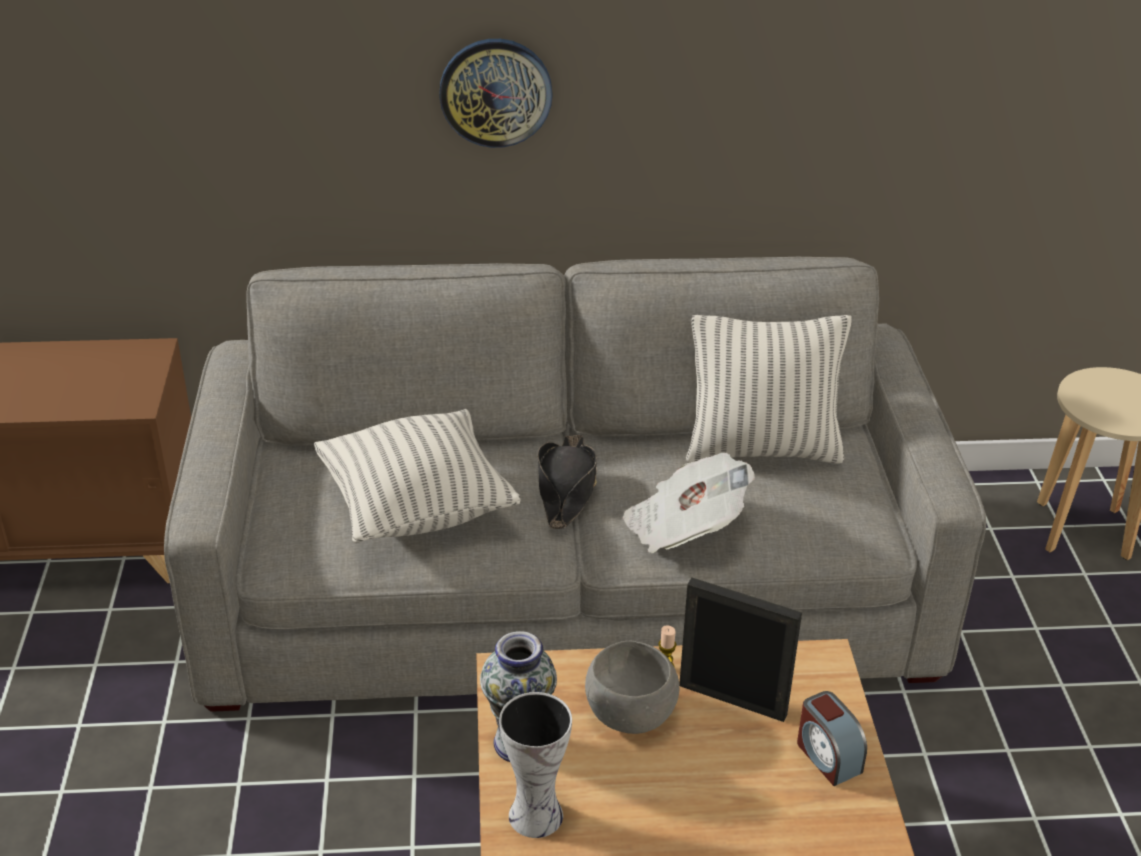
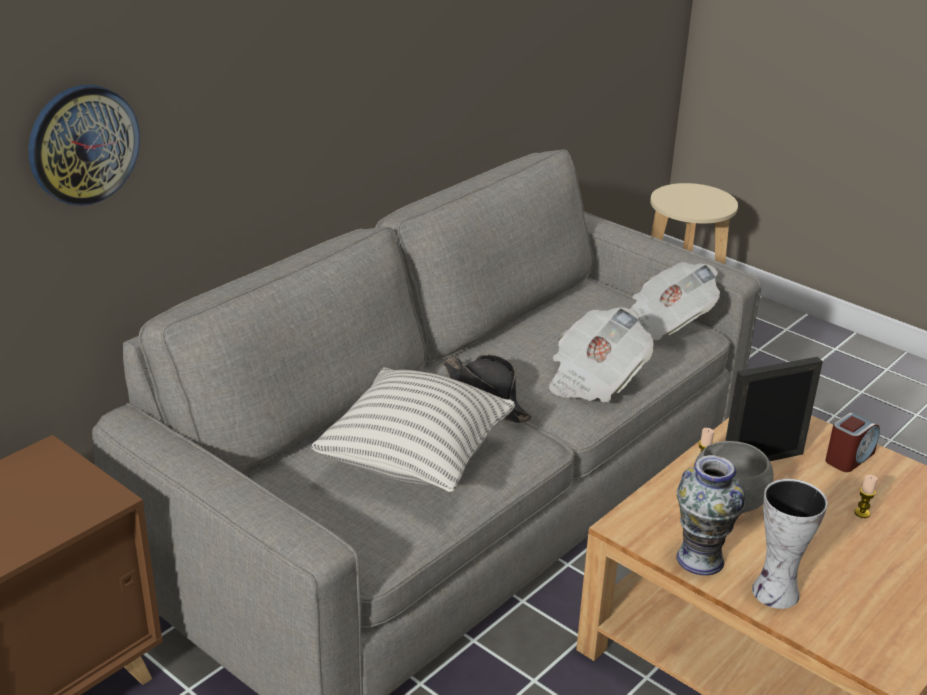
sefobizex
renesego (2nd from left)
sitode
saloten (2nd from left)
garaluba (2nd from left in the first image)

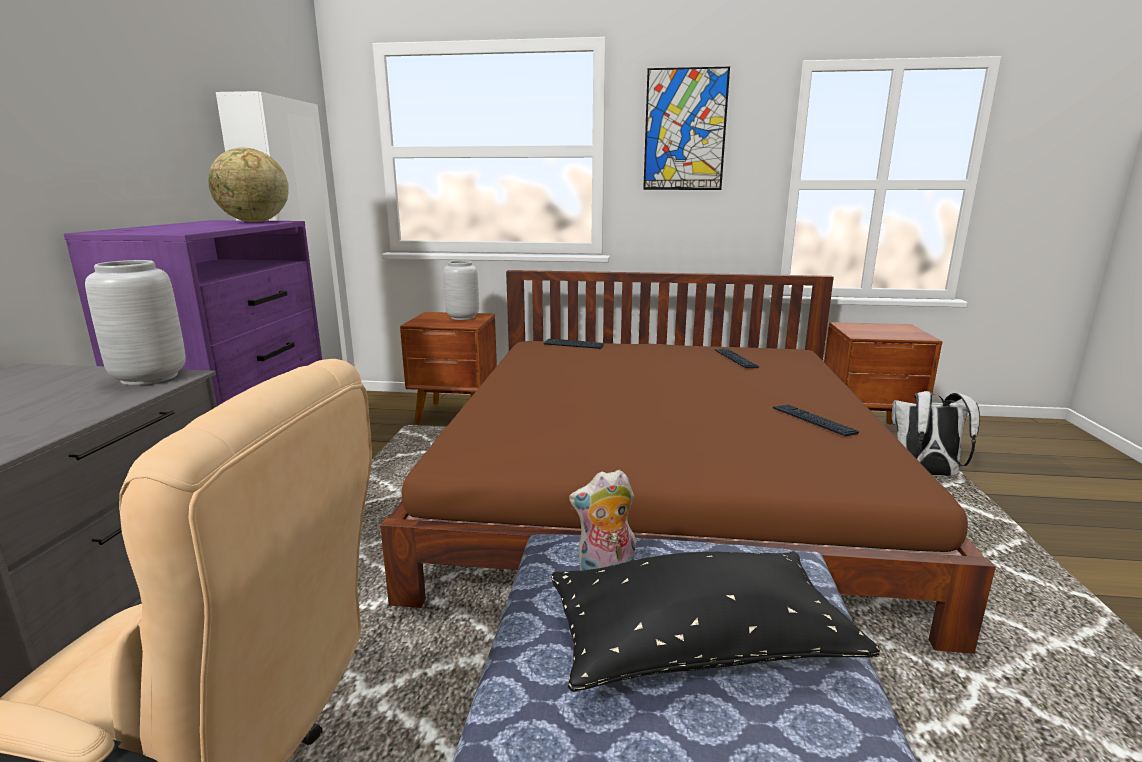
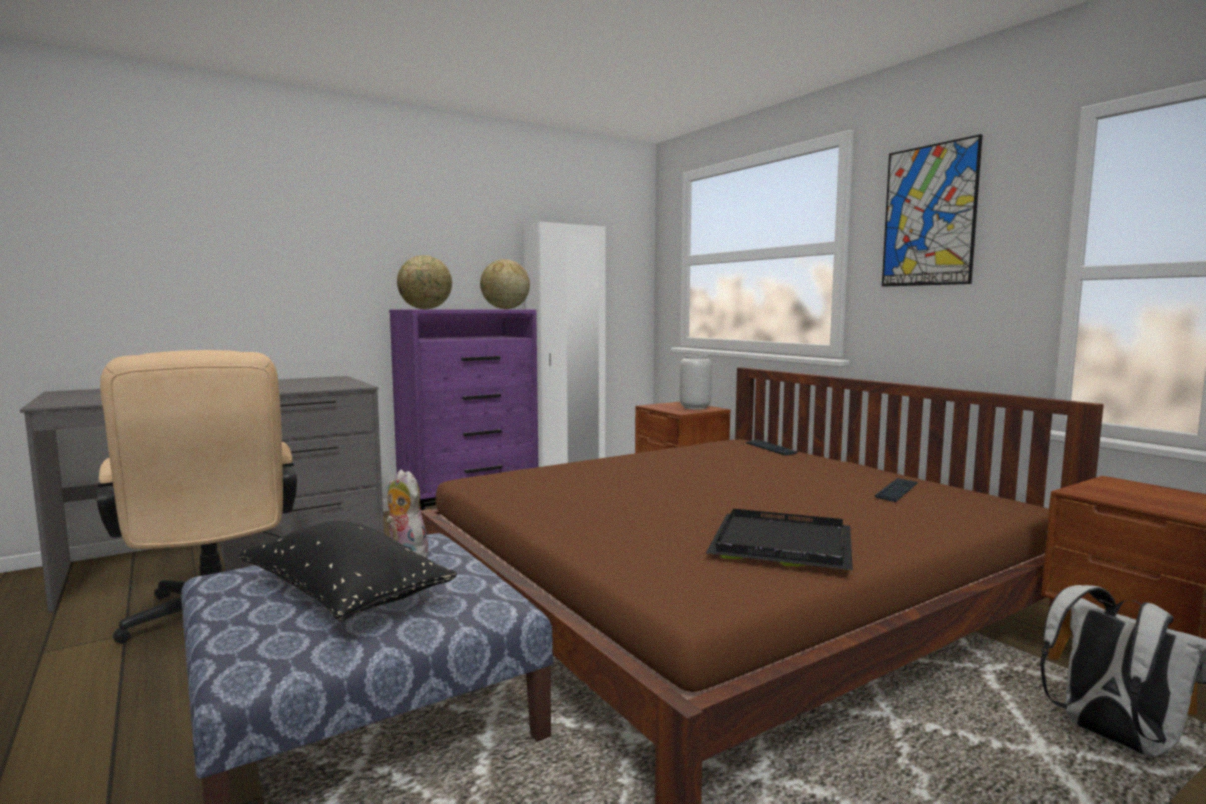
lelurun (1st from left)
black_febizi
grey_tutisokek (1st from left in the first image)

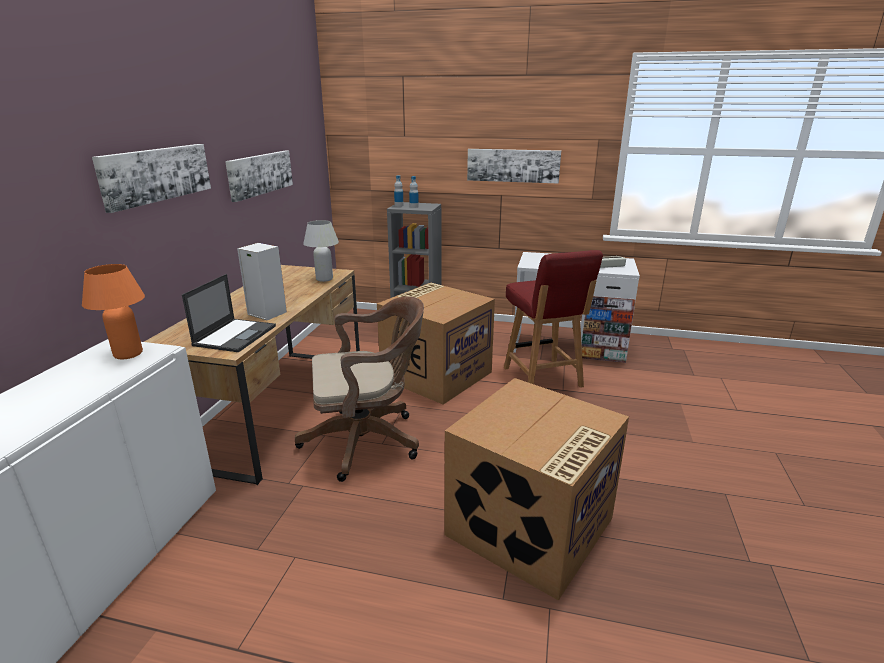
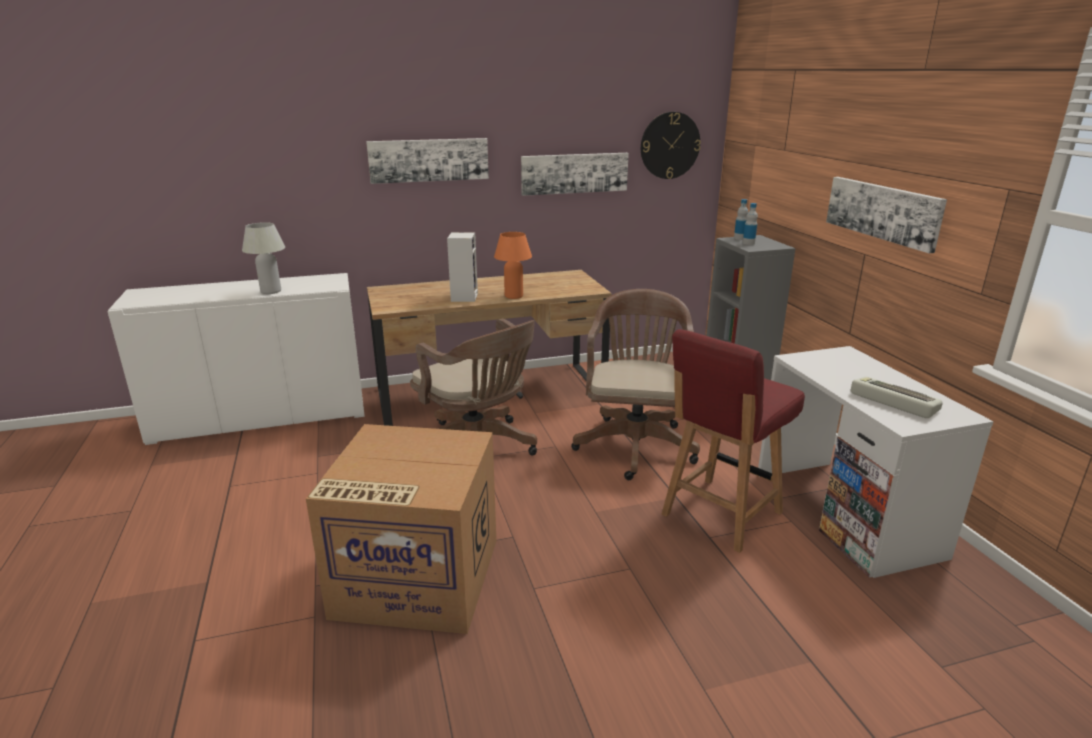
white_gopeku
orange_gopeku
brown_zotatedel (2nd from left)
sefobizex
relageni

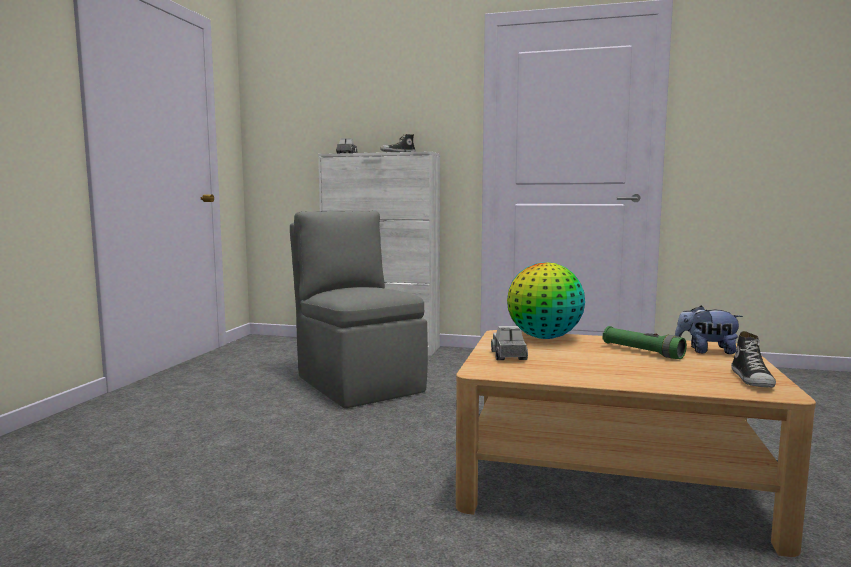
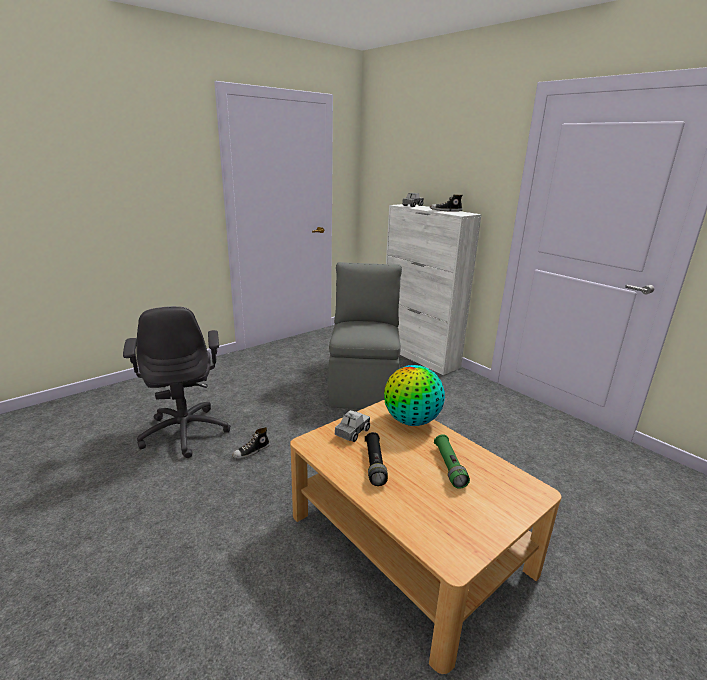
grey_zotatedel
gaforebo (1st from left)
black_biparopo
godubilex

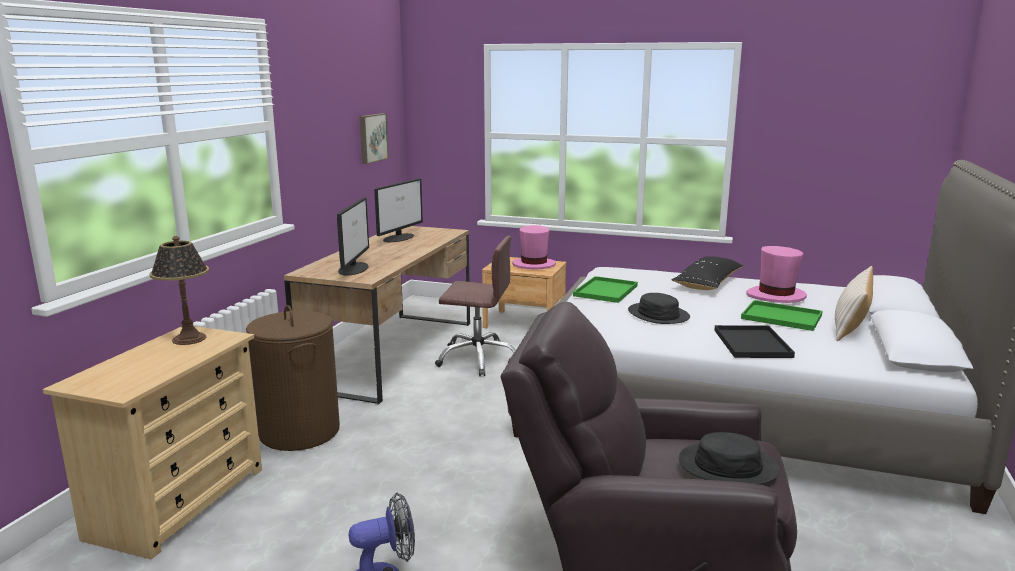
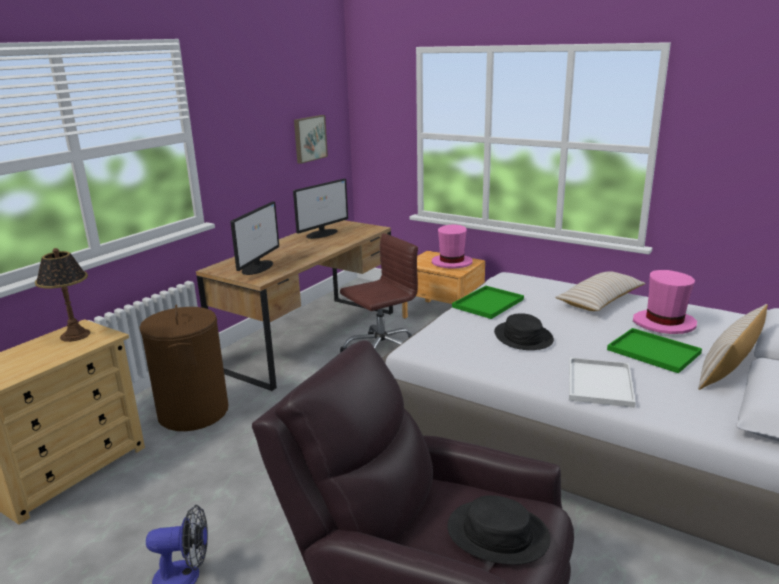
brown_zotatedel
beige_garaluba (1st from left)
white_febizi

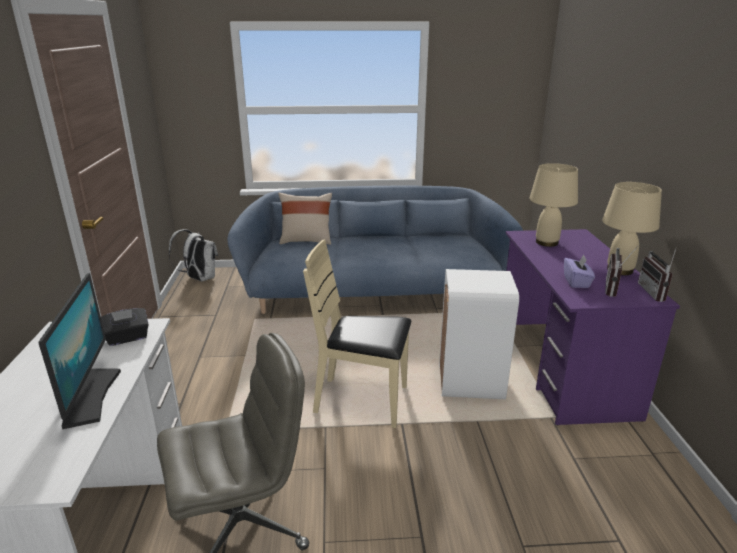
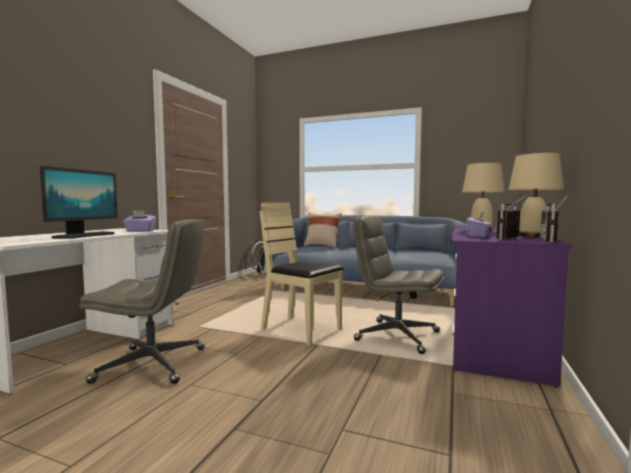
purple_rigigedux (1st from left)
grey_zotatedel (2nd from left)

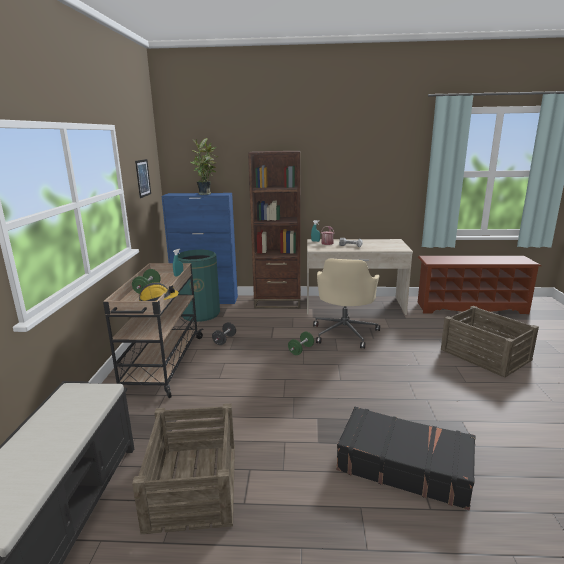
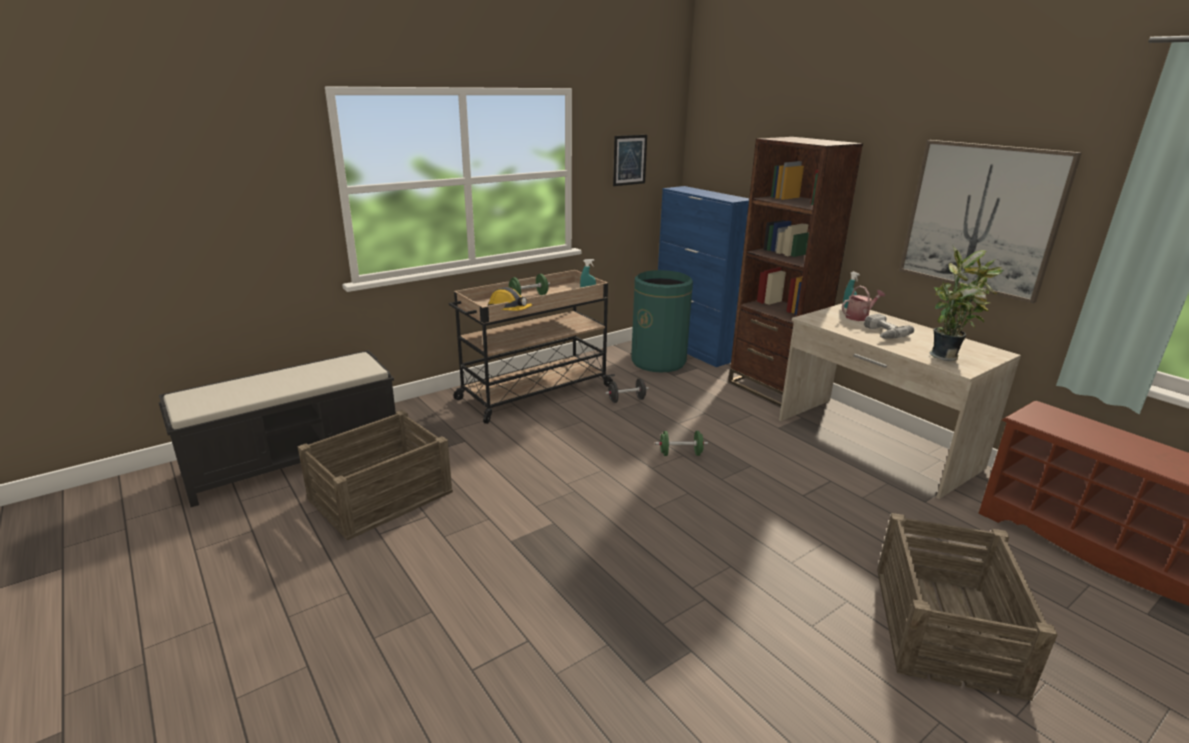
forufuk (2nd from left)
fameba
beige_zotatedel
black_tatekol

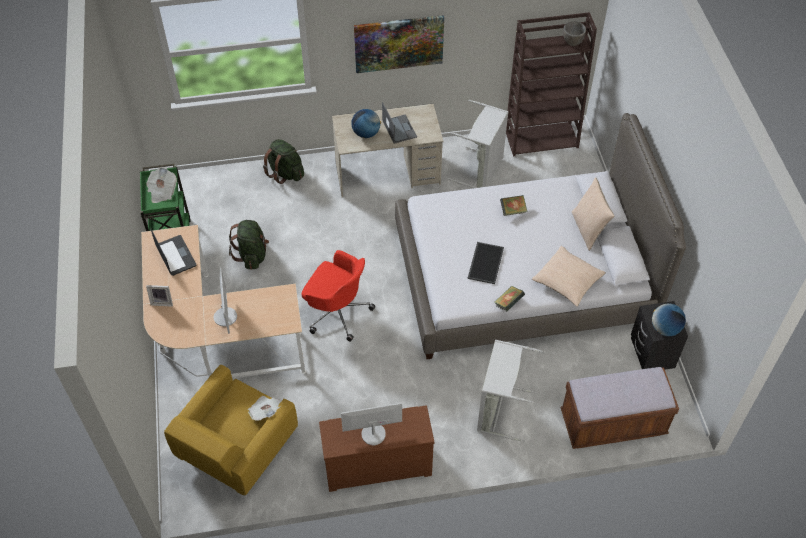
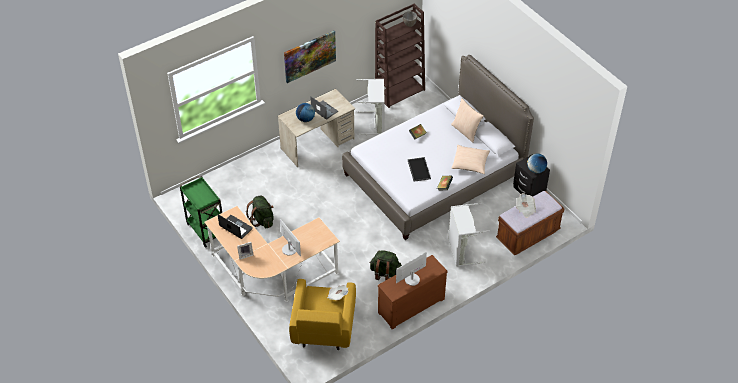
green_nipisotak (2nd from left)
renesego (2nd from left)
red_zotatedel

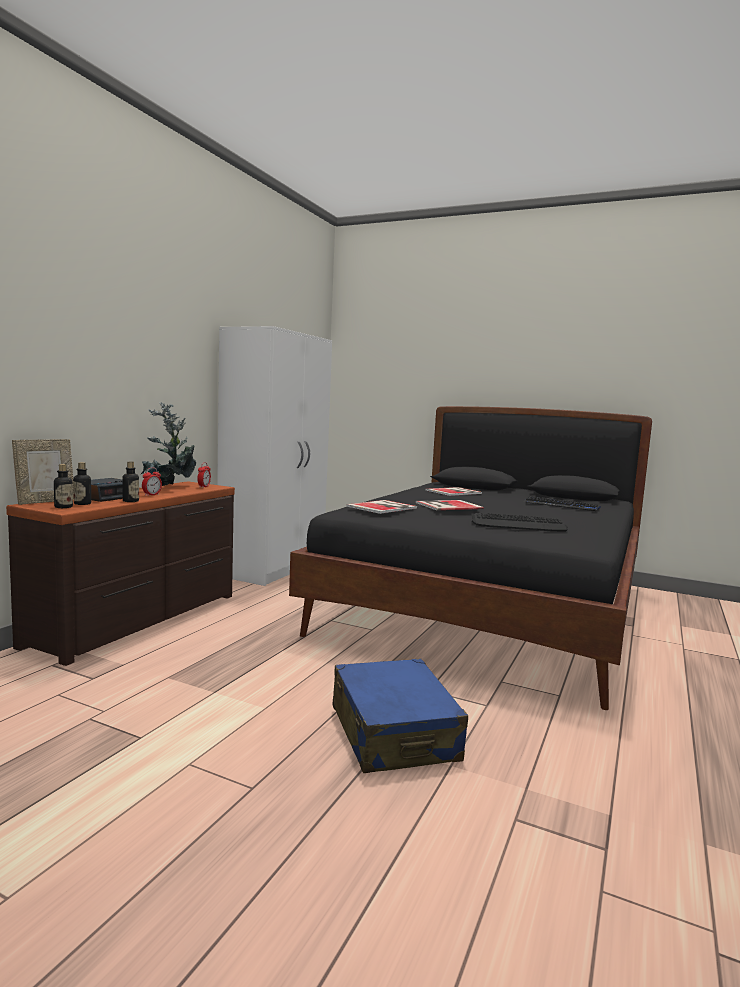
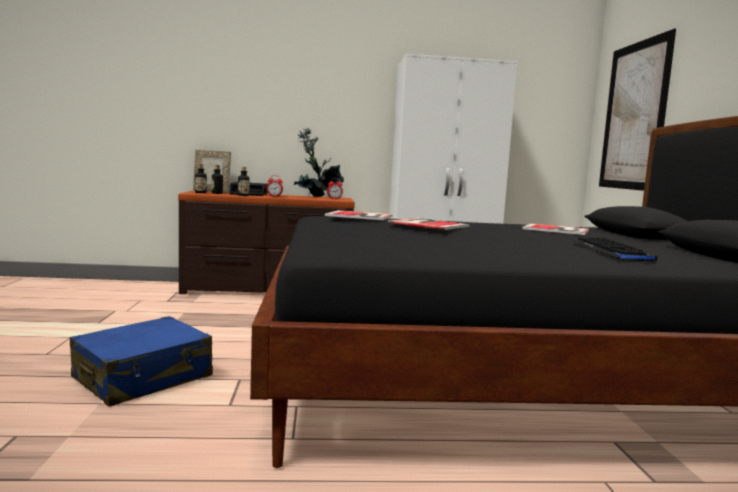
forufuk
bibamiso (1st from left in the first image)

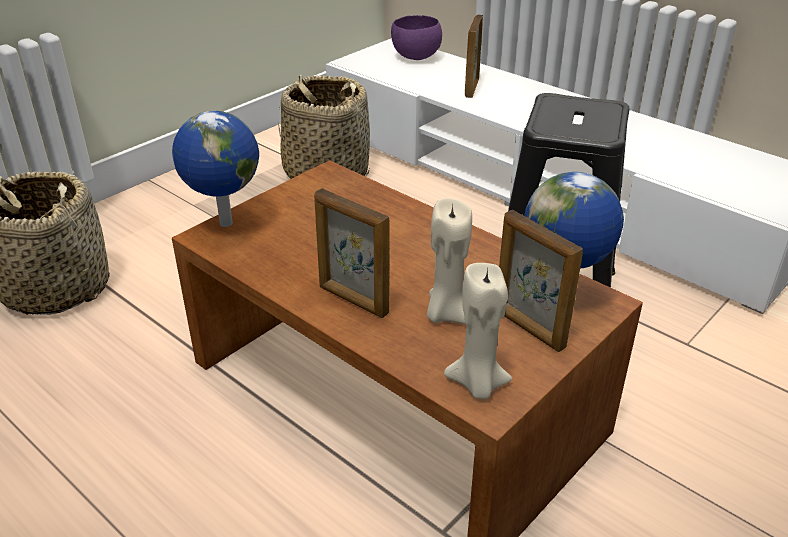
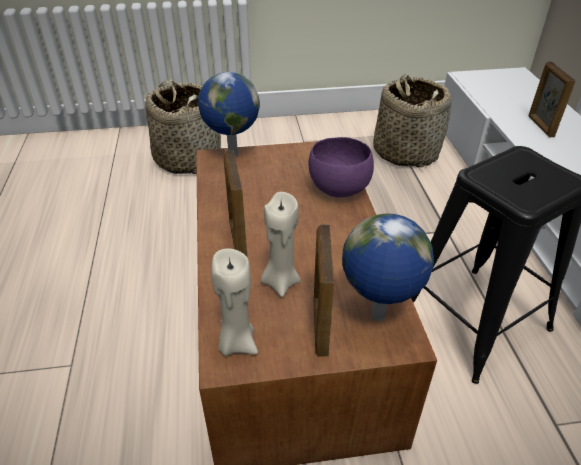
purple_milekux
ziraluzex (3rd from left)

